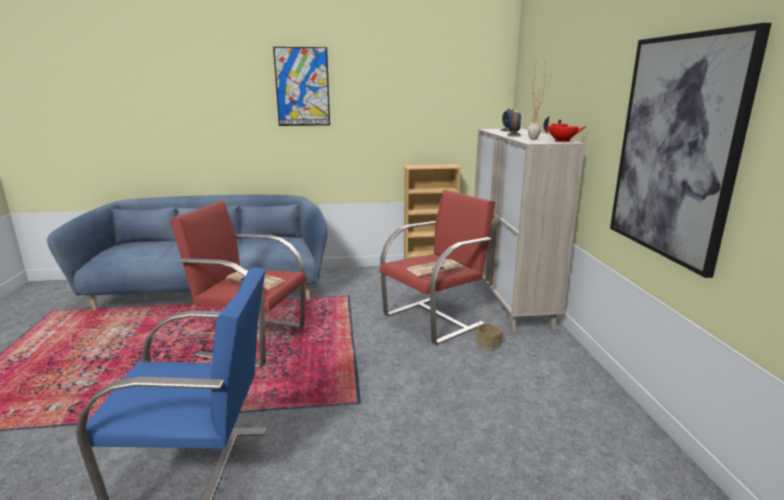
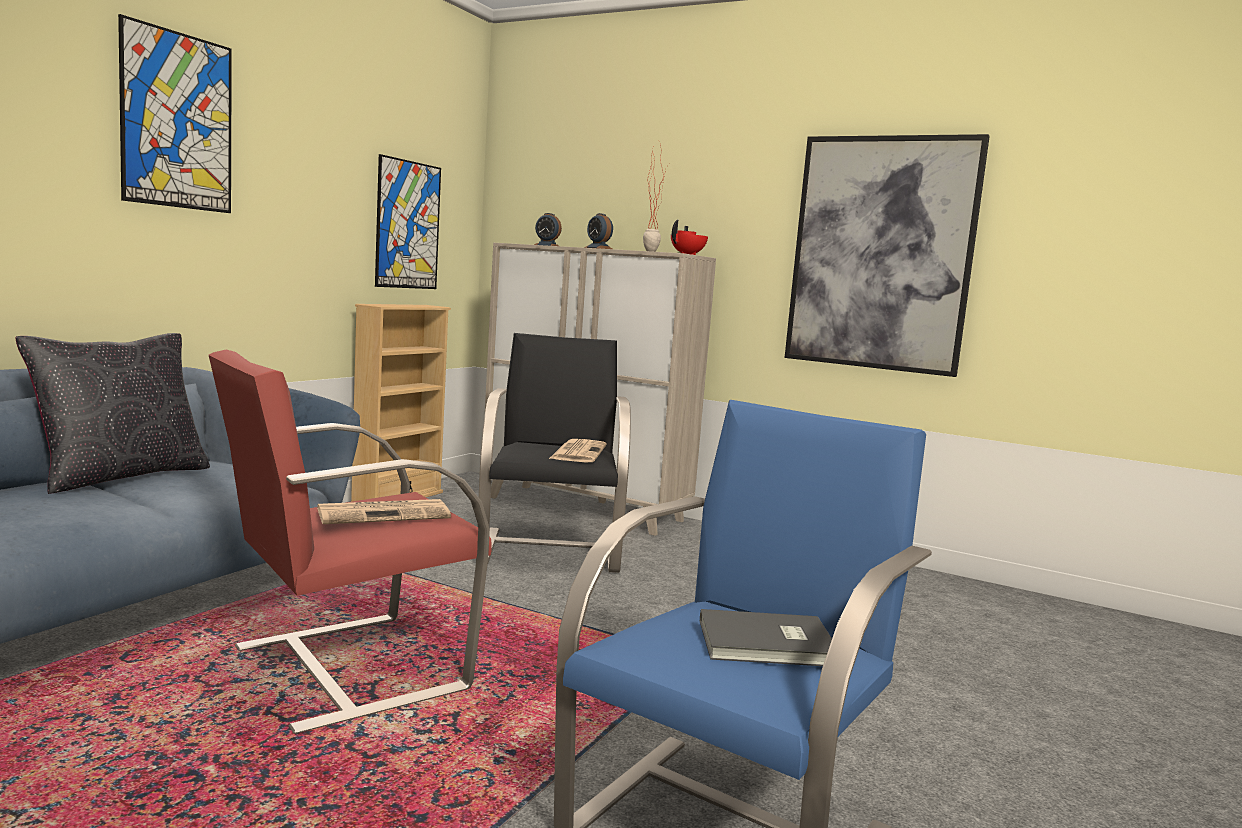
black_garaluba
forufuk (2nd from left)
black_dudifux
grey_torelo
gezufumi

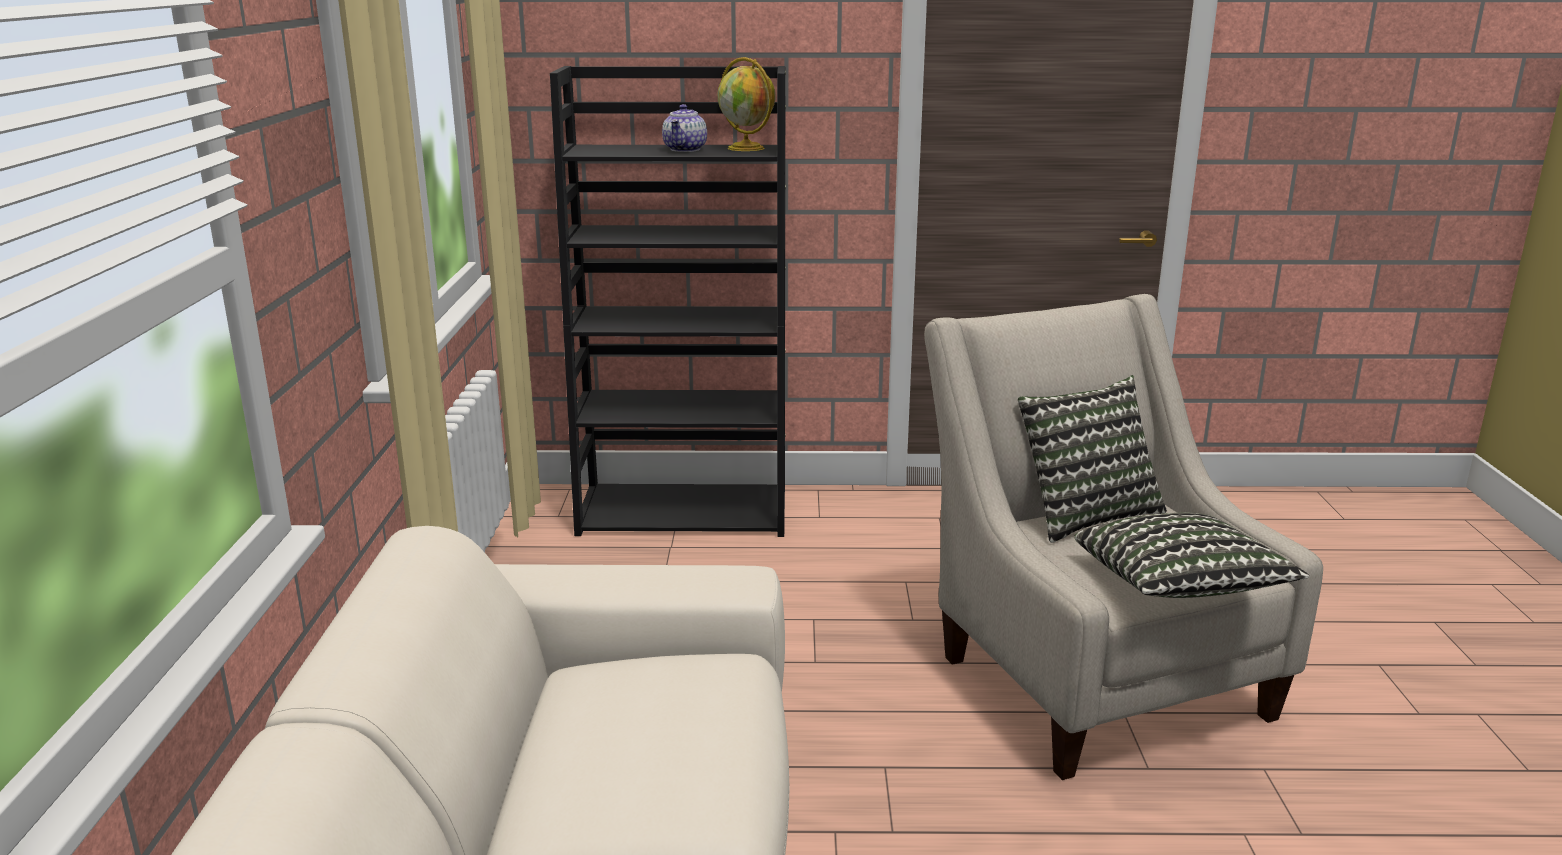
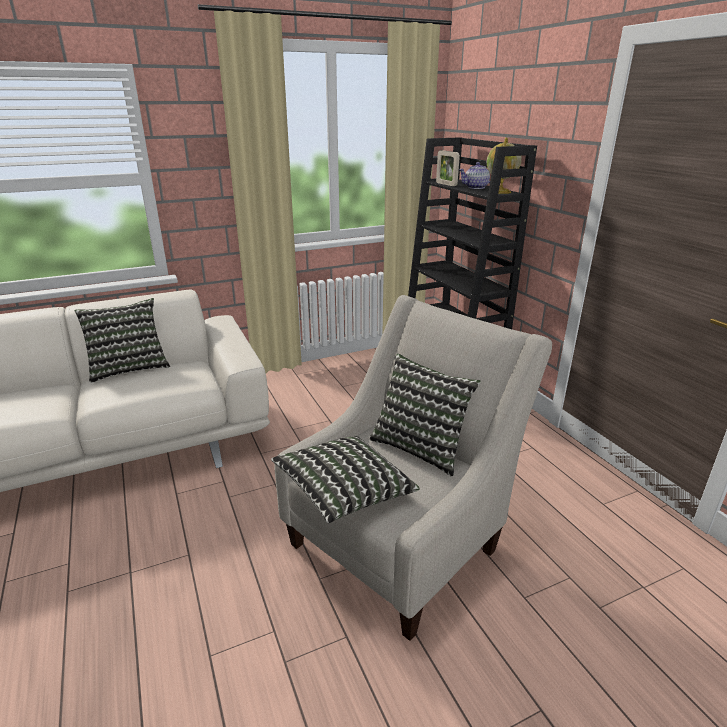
garaluba (1st from left)
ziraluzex

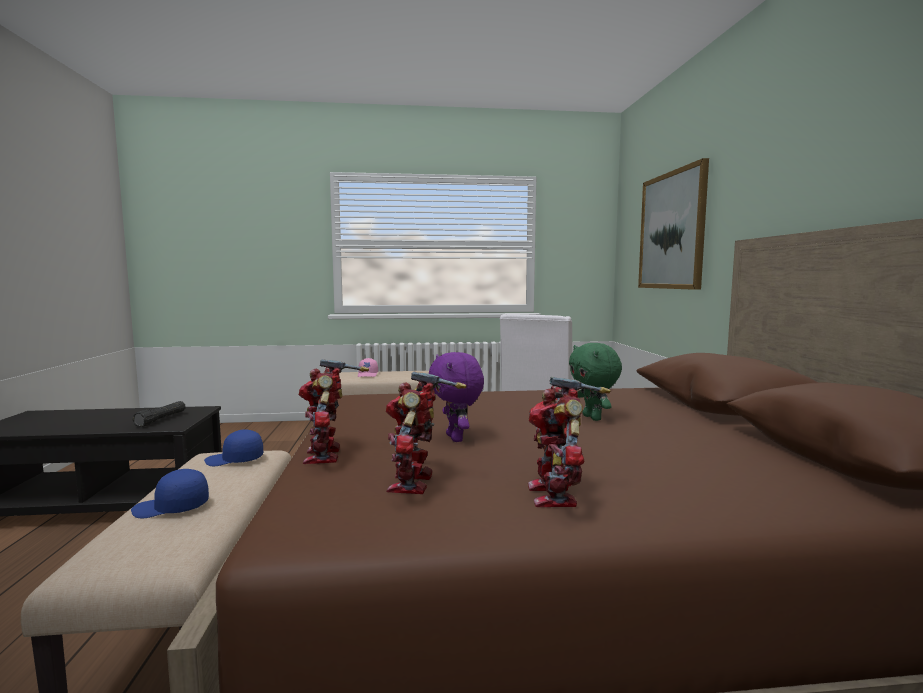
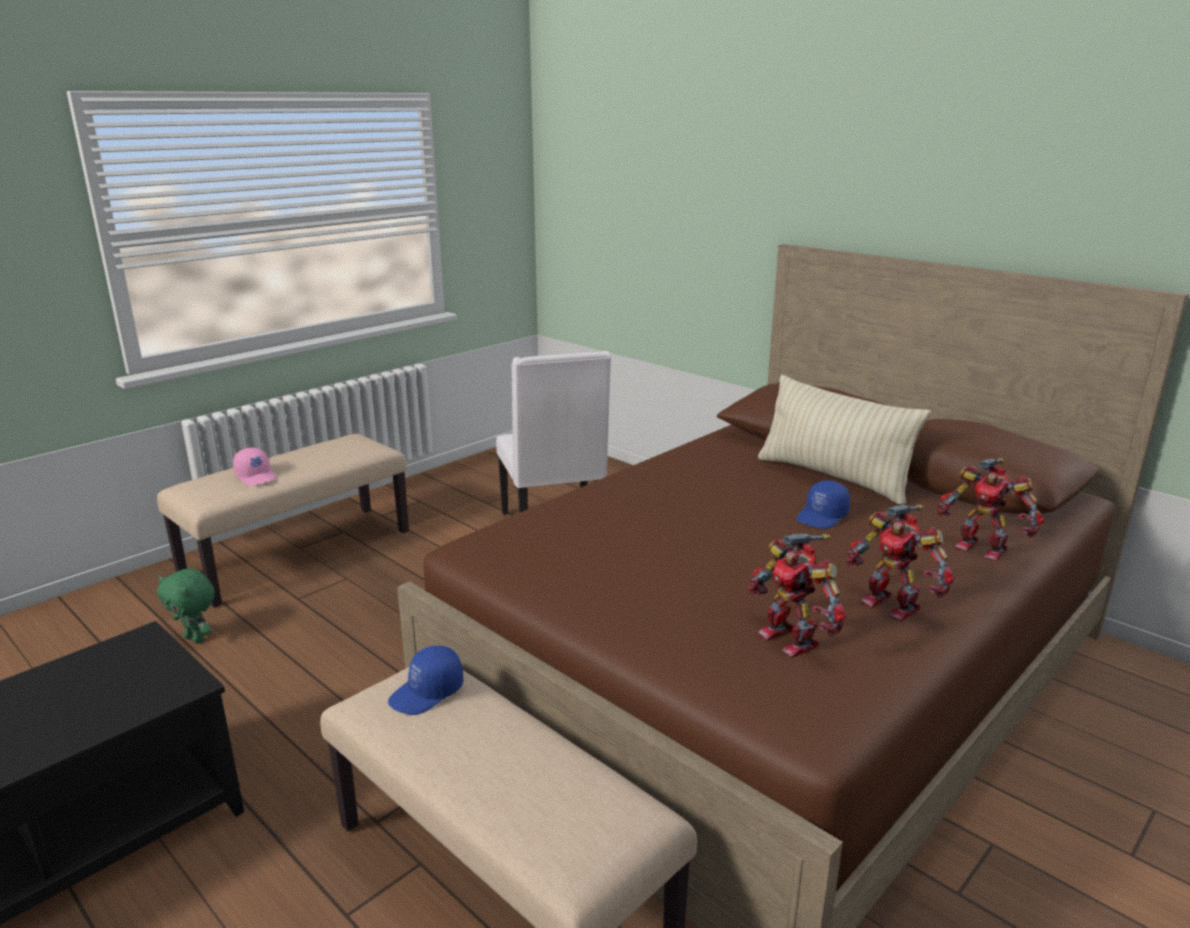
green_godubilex
beige_garaluba
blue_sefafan (2nd from left)
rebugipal (3rd from left)
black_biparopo
purple_godubilex
forufuk

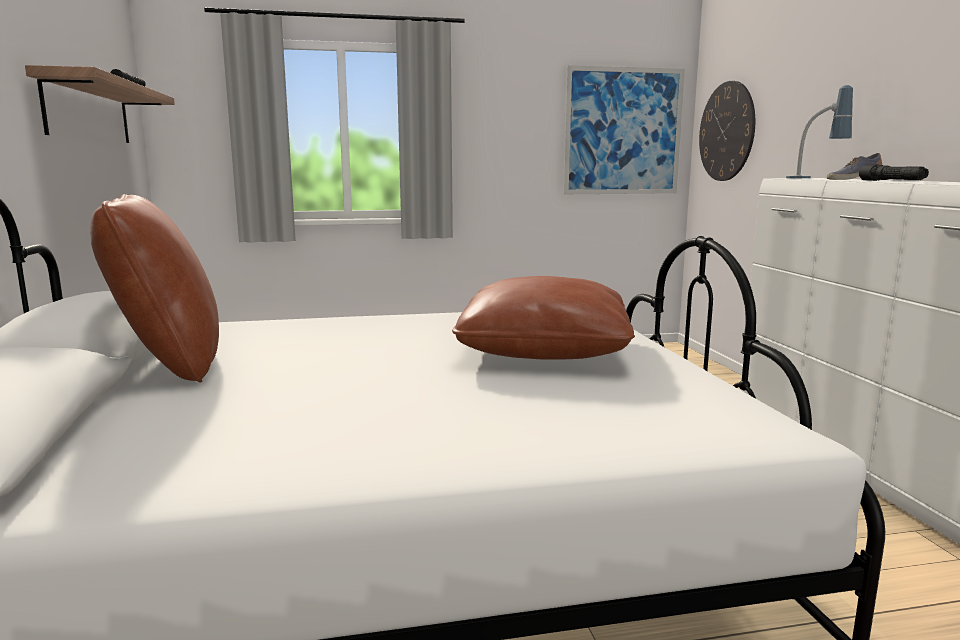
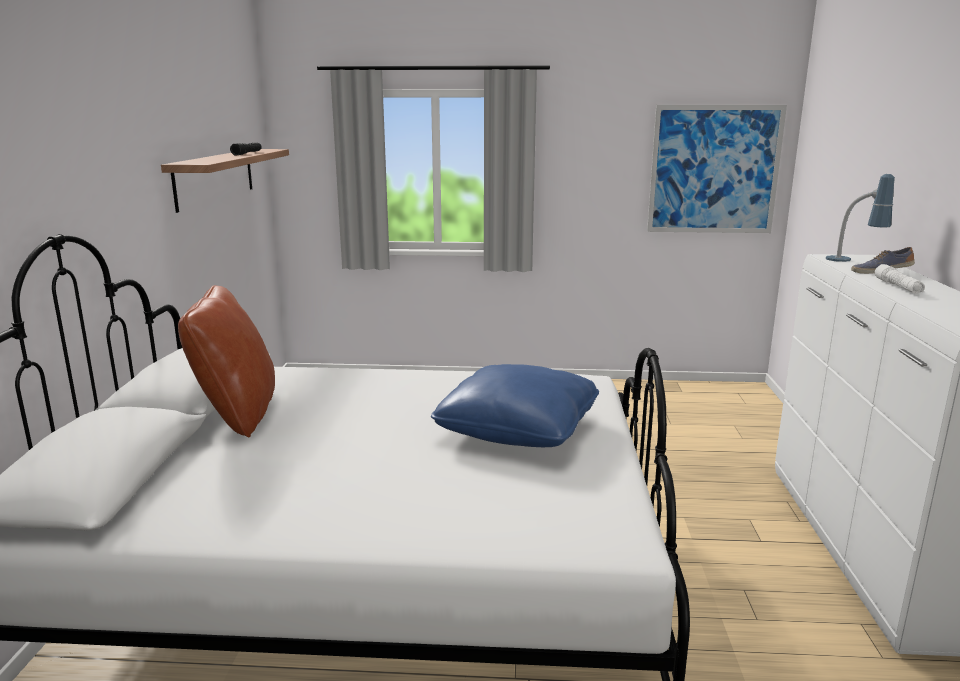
blue_garaluba
white_biparopo
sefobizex

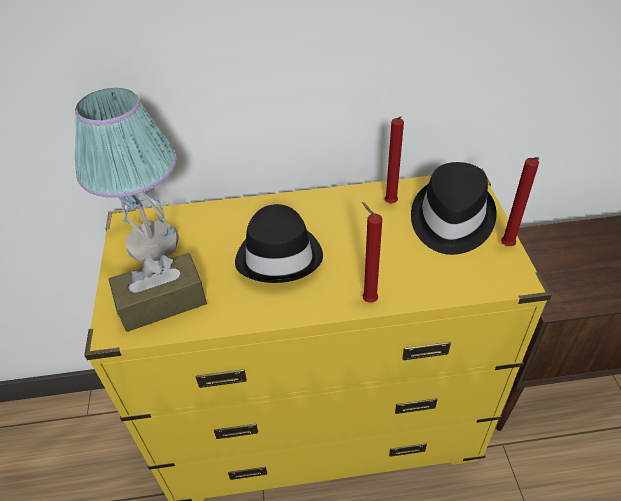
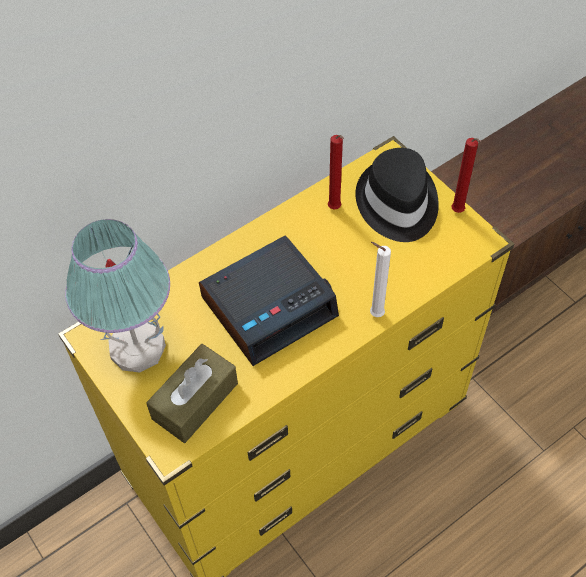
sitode
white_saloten

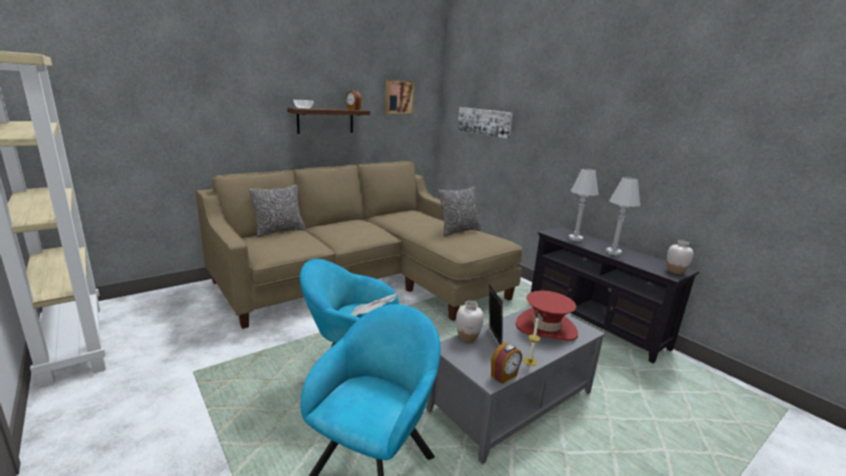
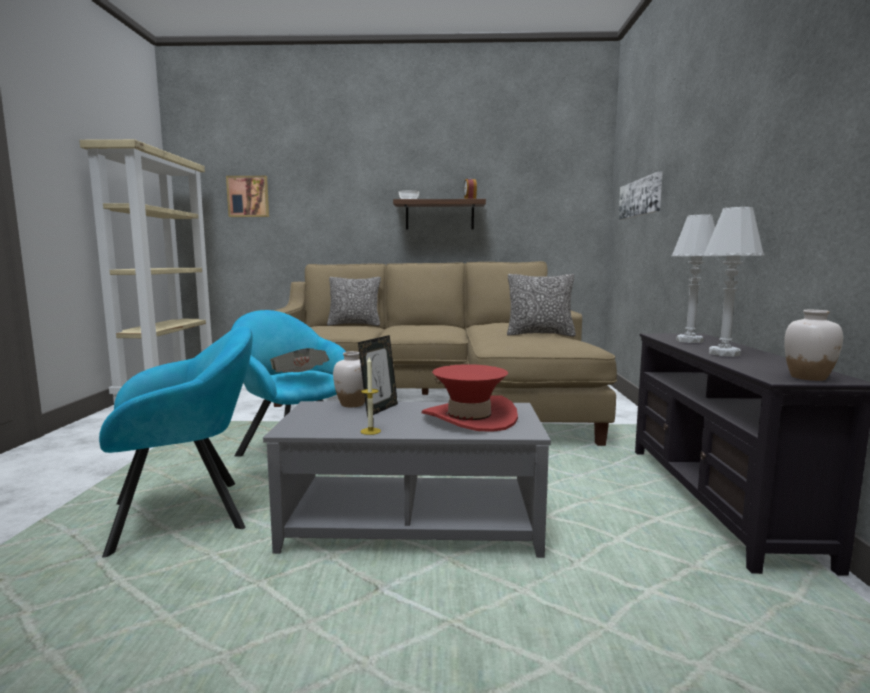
forufuk (1st from left)
sitode (2nd from left in the first image)

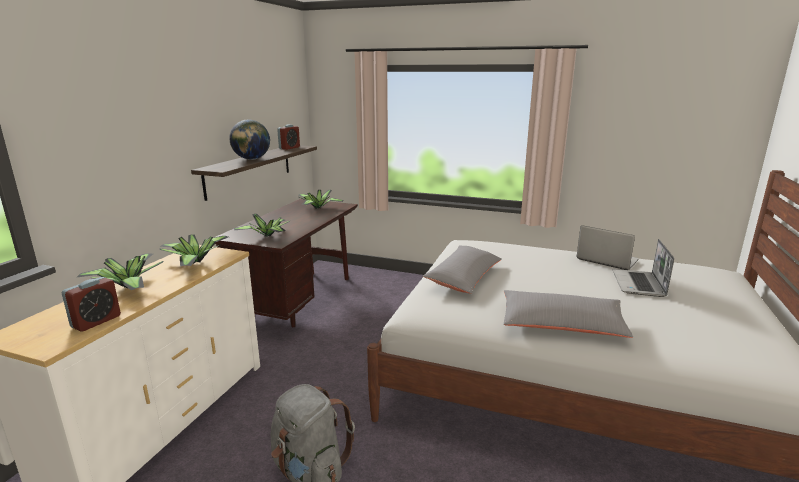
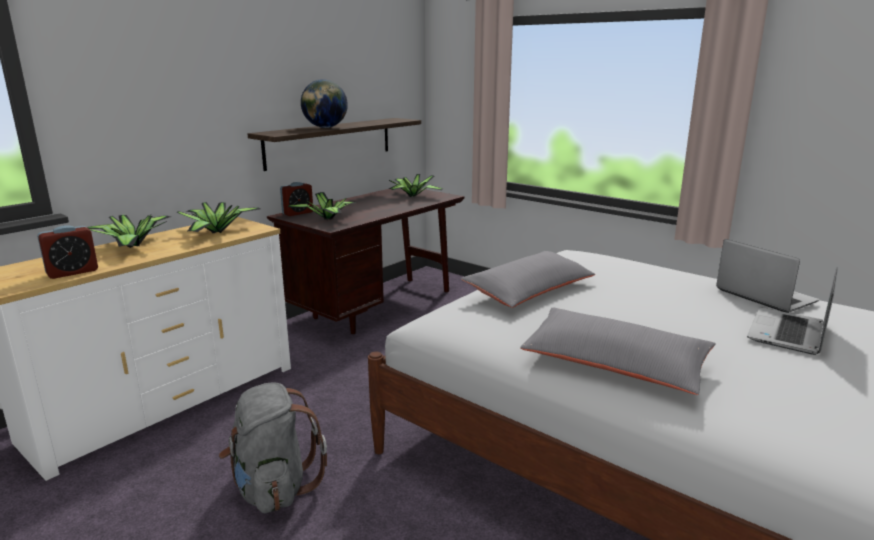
sitode (2nd from left)

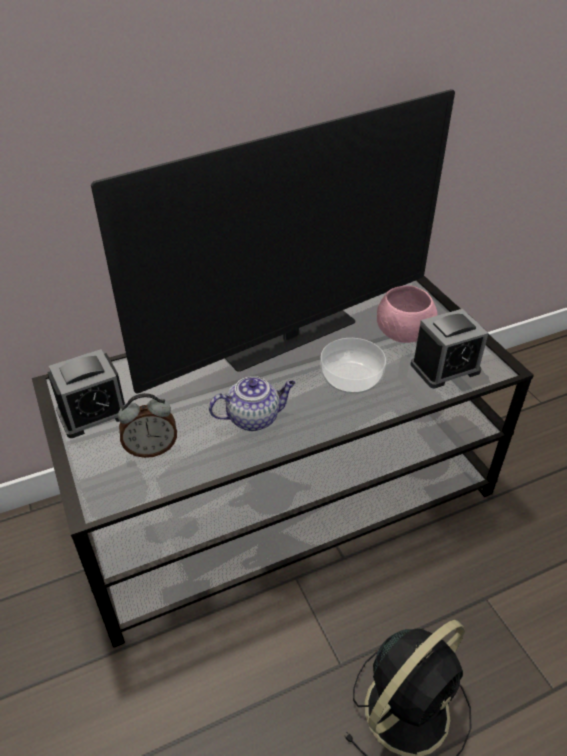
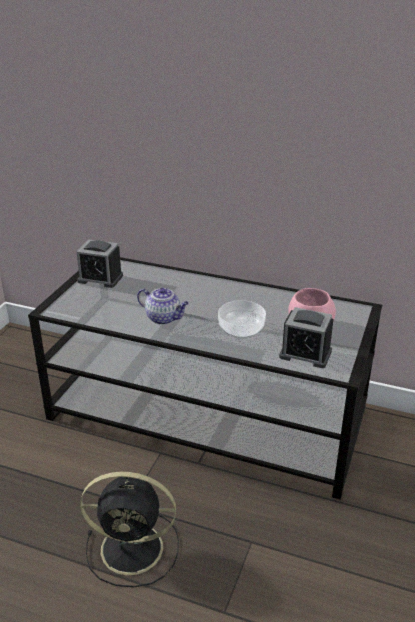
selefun
sitode (2nd from left in the first image)

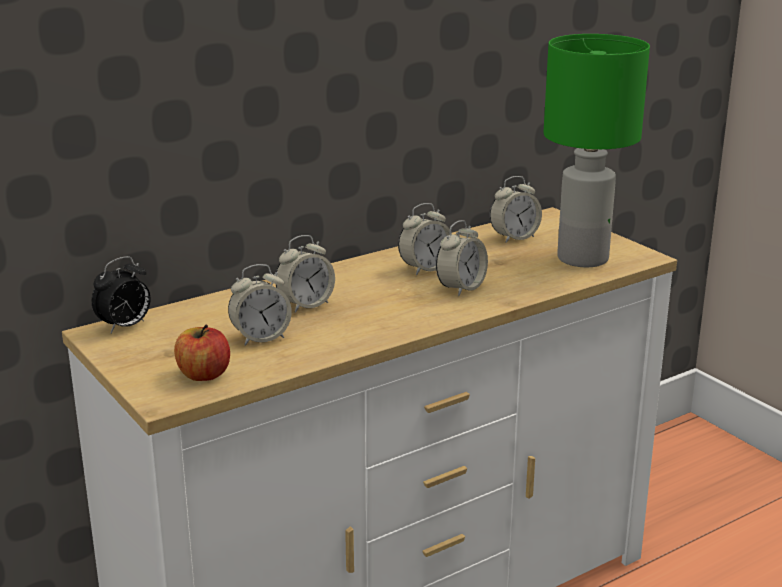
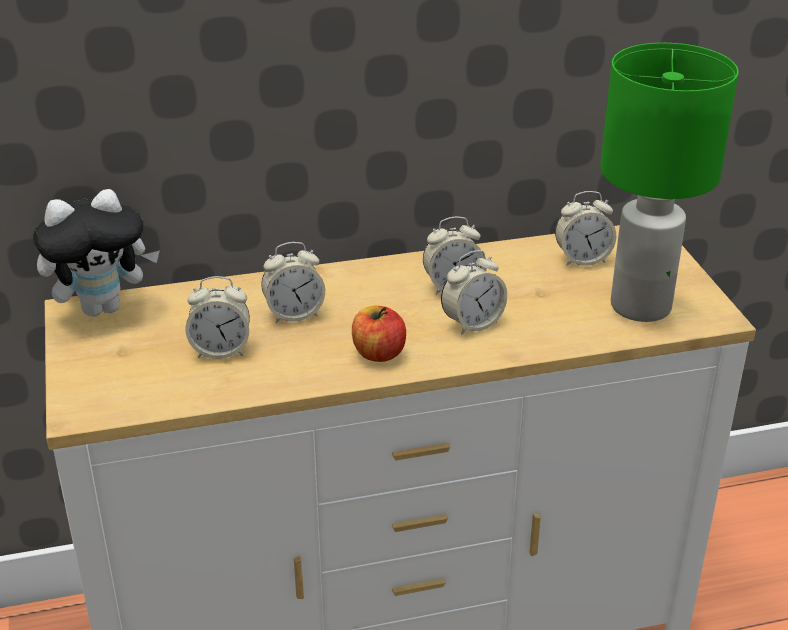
godubilex
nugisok

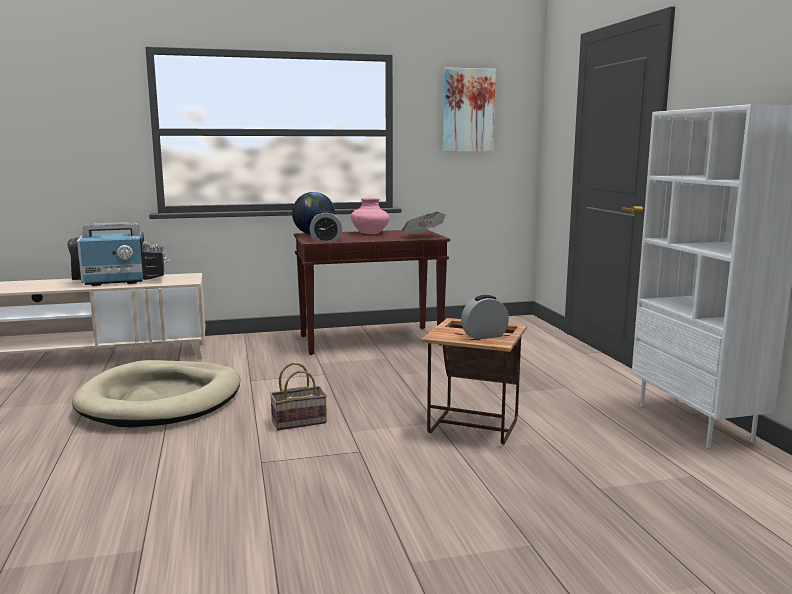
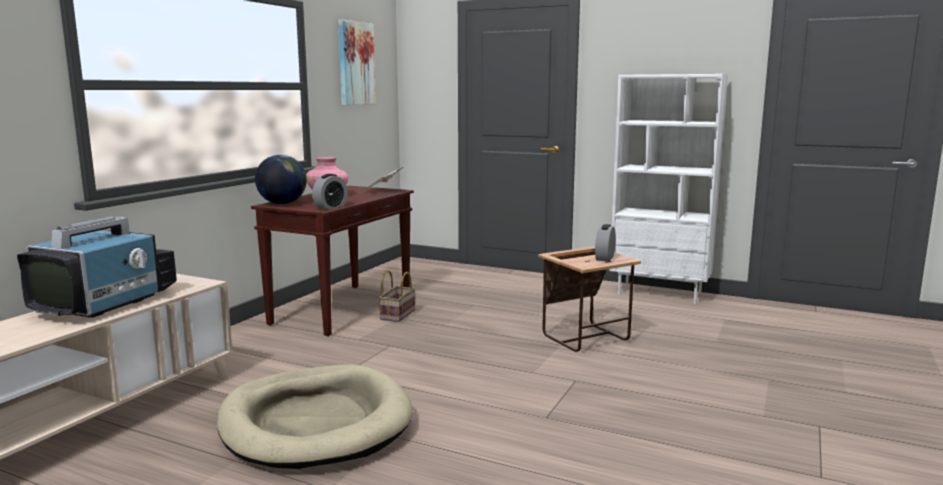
gezufumi

